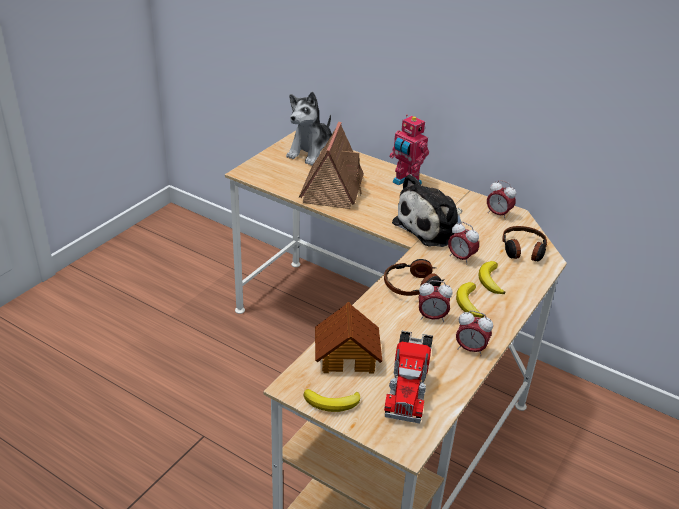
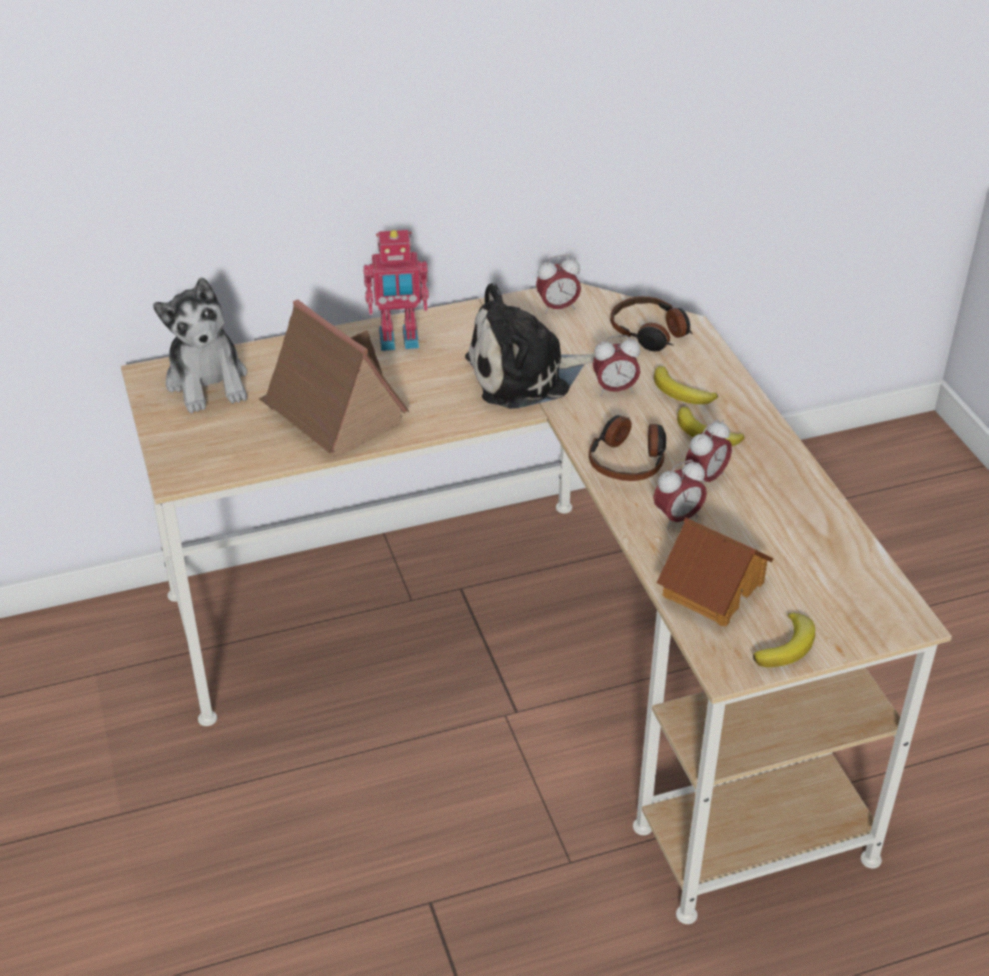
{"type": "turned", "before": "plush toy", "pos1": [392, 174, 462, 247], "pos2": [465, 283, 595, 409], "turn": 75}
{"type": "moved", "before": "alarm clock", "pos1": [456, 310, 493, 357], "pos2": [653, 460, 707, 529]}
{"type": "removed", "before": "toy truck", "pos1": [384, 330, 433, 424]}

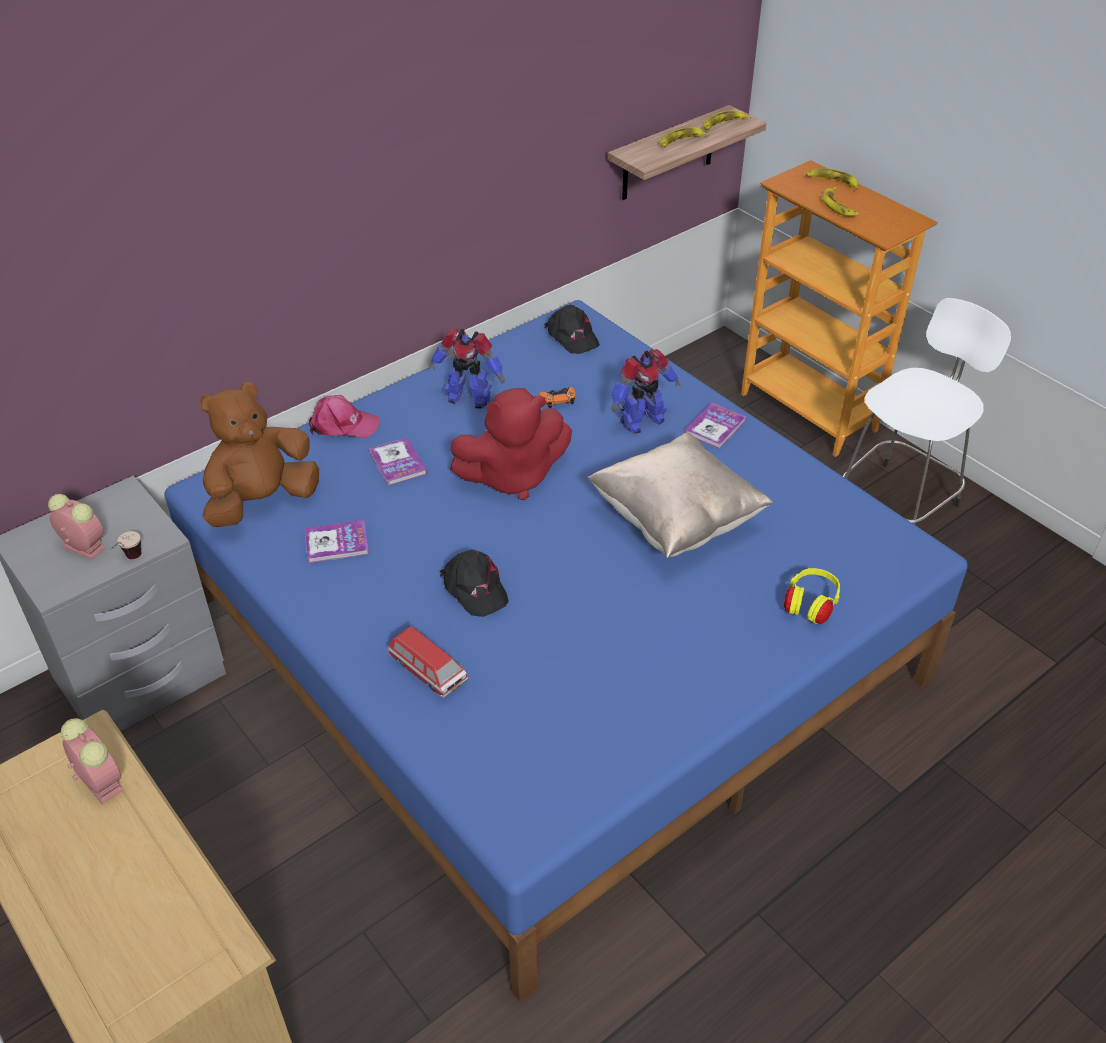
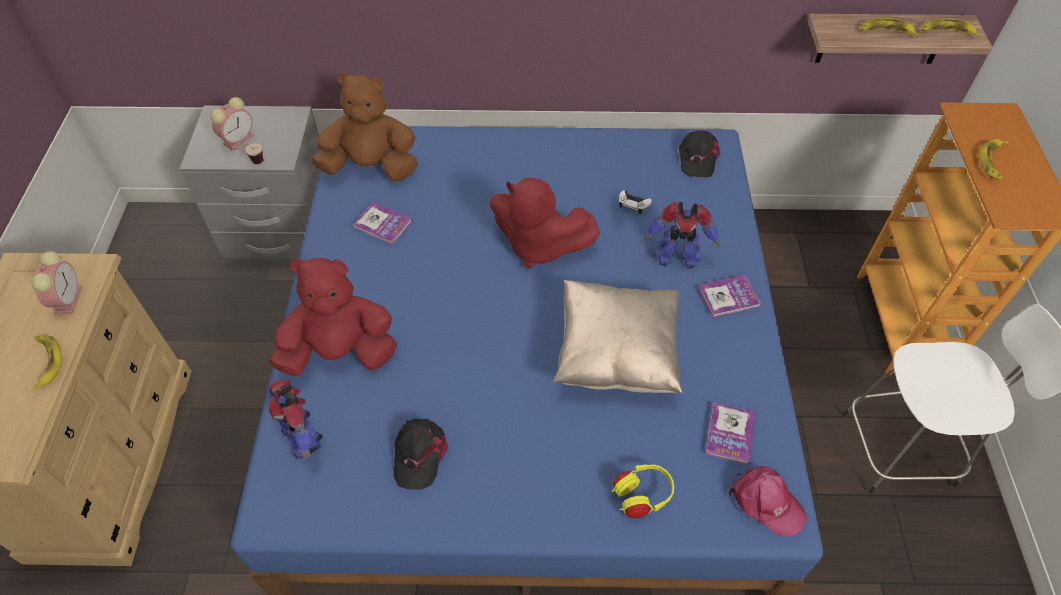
{"type": "moved", "before": "banana", "pos1": [806, 168, 858, 190], "pos2": [32, 335, 62, 390]}
{"type": "turned", "before": "alarm clock", "pos1": [48, 494, 106, 559], "pos2": [211, 97, 254, 149], "turn": 60}
{"type": "replaced", "before": "toy car", "after": "red plush toy", "pos1": [388, 625, 468, 698], "pos2": [269, 258, 397, 376]}
{"type": "moved", "before": "toy robot", "pos1": [428, 328, 505, 409], "pos2": [269, 379, 323, 459]}
{"type": "moved", "before": "black cap", "pos1": [440, 550, 509, 617], "pos2": [394, 419, 448, 490]}
{"type": "recoloured", "before": "orange game controller", "after": "white game controller", "pos1": [539, 387, 576, 408], "pos2": [619, 190, 652, 214]}
{"type": "moved", "before": "book", "pos1": [369, 437, 427, 486], "pos2": [705, 403, 756, 465]}
{"type": "moved", "before": "pink cap", "pos1": [309, 395, 380, 438], "pos2": [729, 466, 808, 536]}

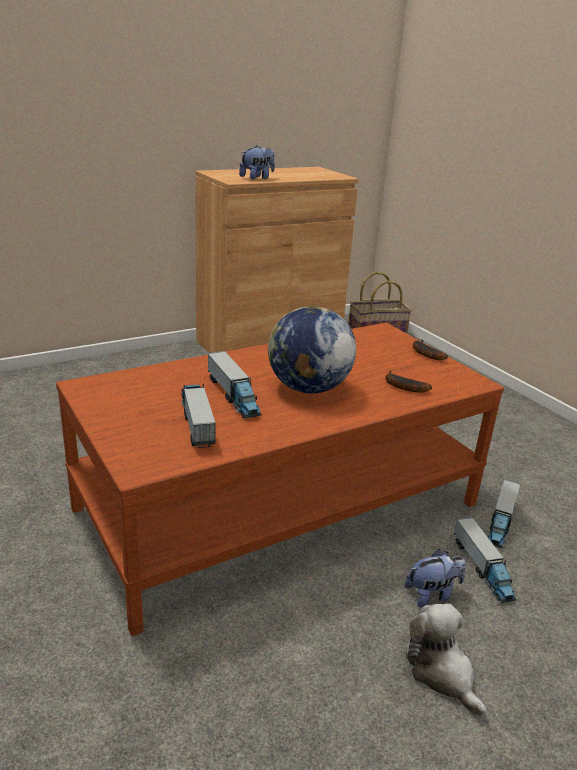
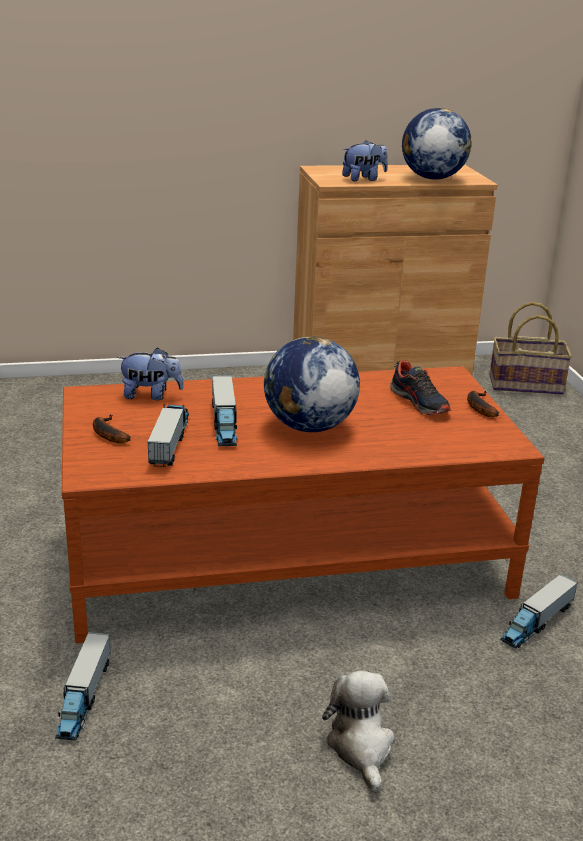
{"type": "moved", "before": "toy truck", "pos1": [454, 517, 516, 603], "pos2": [55, 632, 111, 741]}
{"type": "moved", "before": "banana", "pos1": [385, 370, 432, 393], "pos2": [93, 414, 130, 443]}
{"type": "moved", "before": "plush toy", "pos1": [405, 549, 466, 607], "pos2": [117, 347, 184, 400]}
{"type": "added", "after": "shoe", "pos2": [390, 360, 451, 415]}
{"type": "added", "after": "globe", "pos2": [402, 108, 472, 180]}

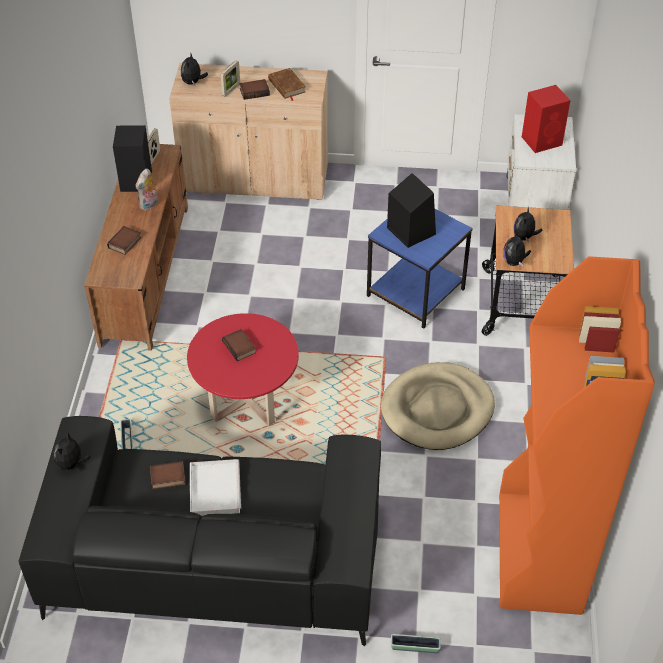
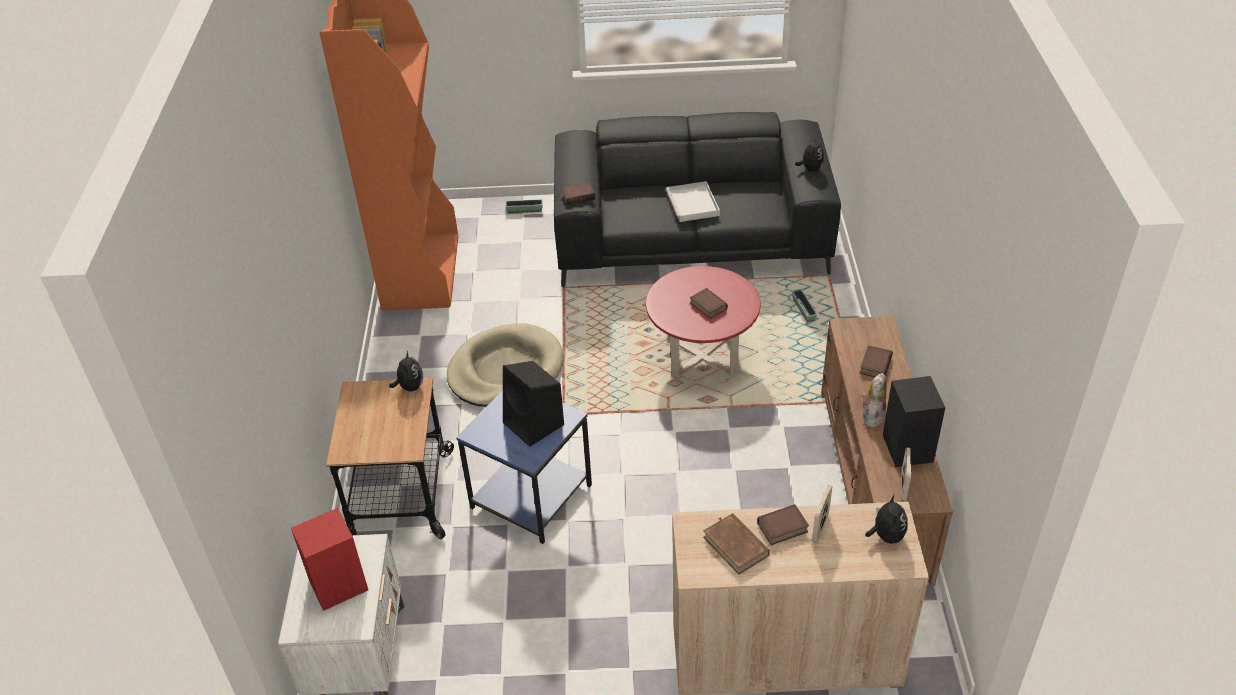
{"type": "moved", "before": "book", "pos1": [150, 461, 186, 489], "pos2": [561, 182, 595, 205]}
{"type": "removed", "before": "plush toy", "pos1": [514, 207, 543, 242]}

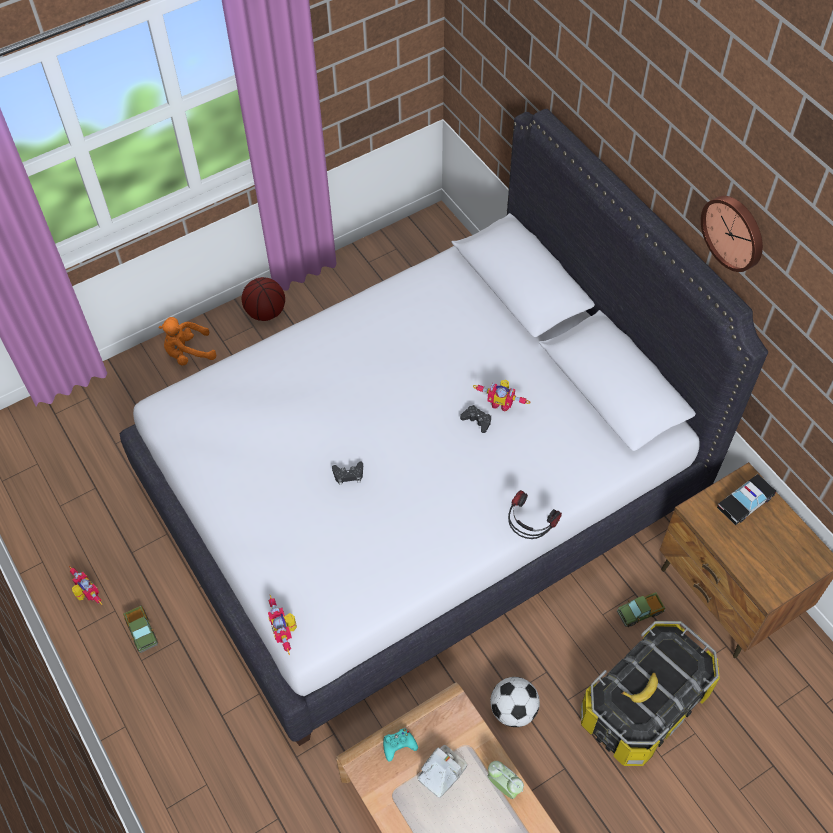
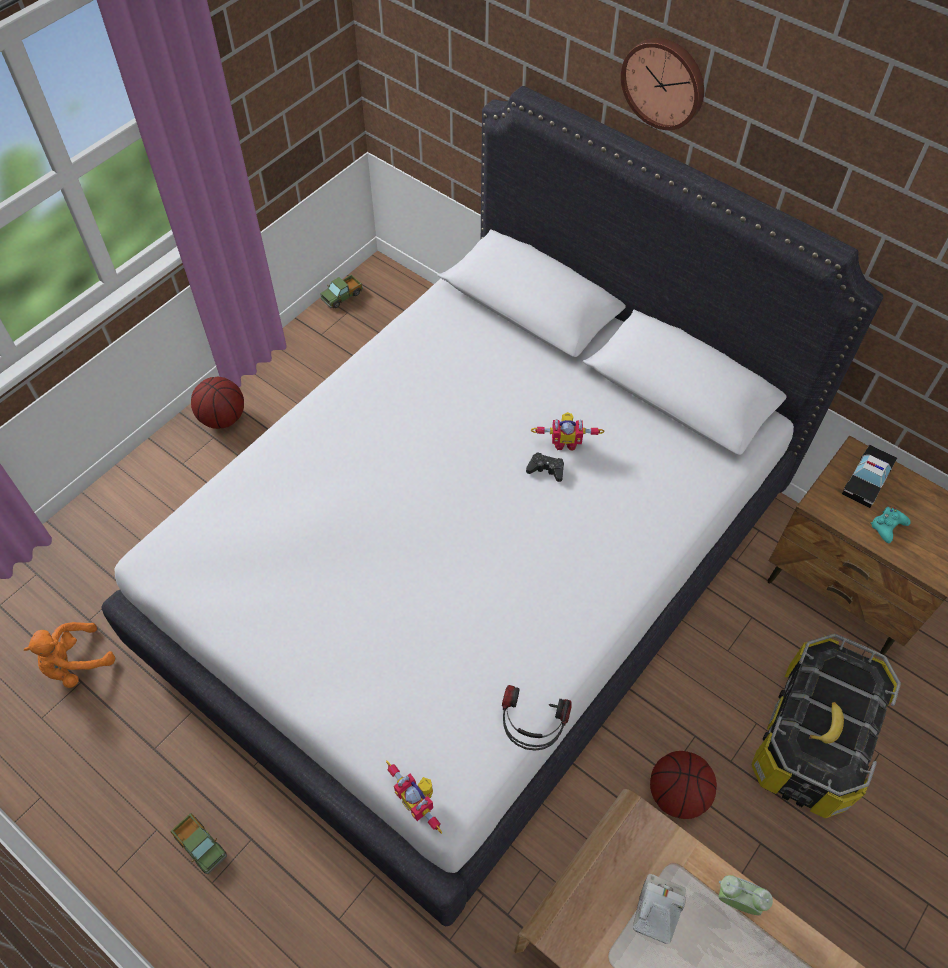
{"type": "moved", "before": "orange plush toy", "pos1": [158, 317, 217, 366], "pos2": [24, 622, 115, 688]}
{"type": "moved", "before": "toy truck", "pos1": [617, 592, 665, 627], "pos2": [320, 274, 363, 308]}
{"type": "moved", "before": "headphones", "pos1": [508, 490, 562, 539], "pos2": [502, 685, 572, 751]}
{"type": "moved", "before": "wall clock", "pos1": [701, 196, 763, 272], "pos2": [621, 38, 704, 130]}
{"type": "replaced", "before": "football", "after": "basketball", "pos1": [490, 677, 540, 727], "pos2": [650, 751, 717, 819]}
{"type": "moved", "before": "turquoise game controller", "pos1": [383, 728, 418, 762], "pos2": [870, 507, 911, 543]}
{"type": "removed", "before": "toy robot", "pos1": [69, 566, 102, 605]}
{"type": "removed", "before": "black game controller", "pos1": [332, 462, 363, 485]}

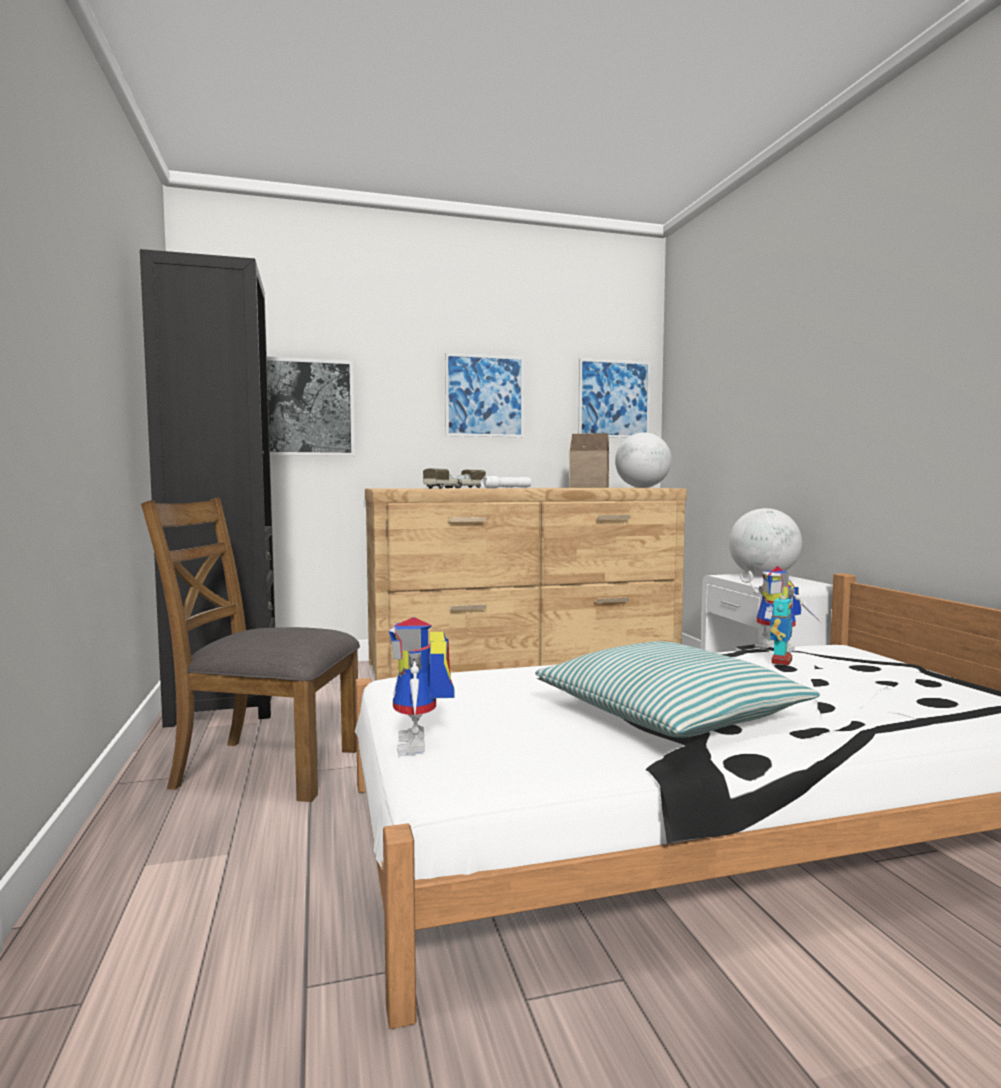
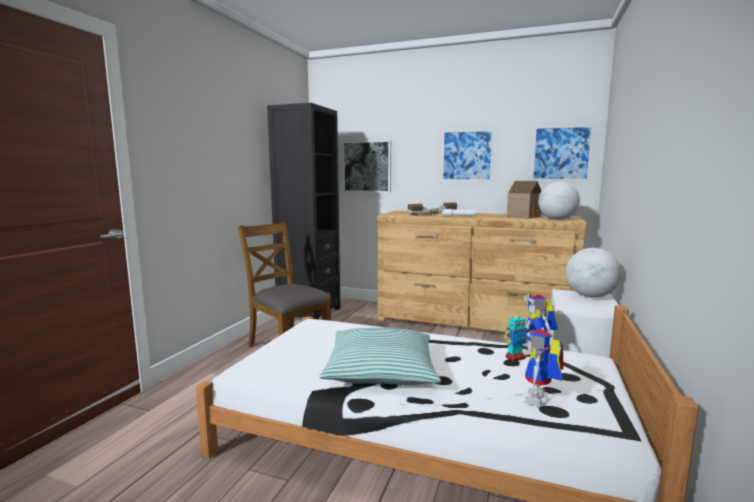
{"type": "moved", "before": "toy robot", "pos1": [389, 618, 454, 754], "pos2": [525, 327, 564, 406]}

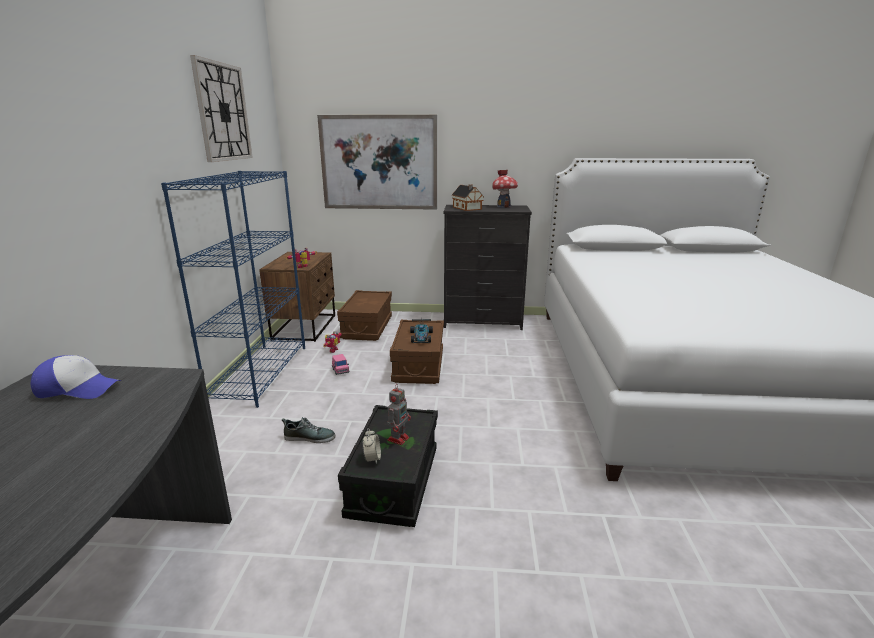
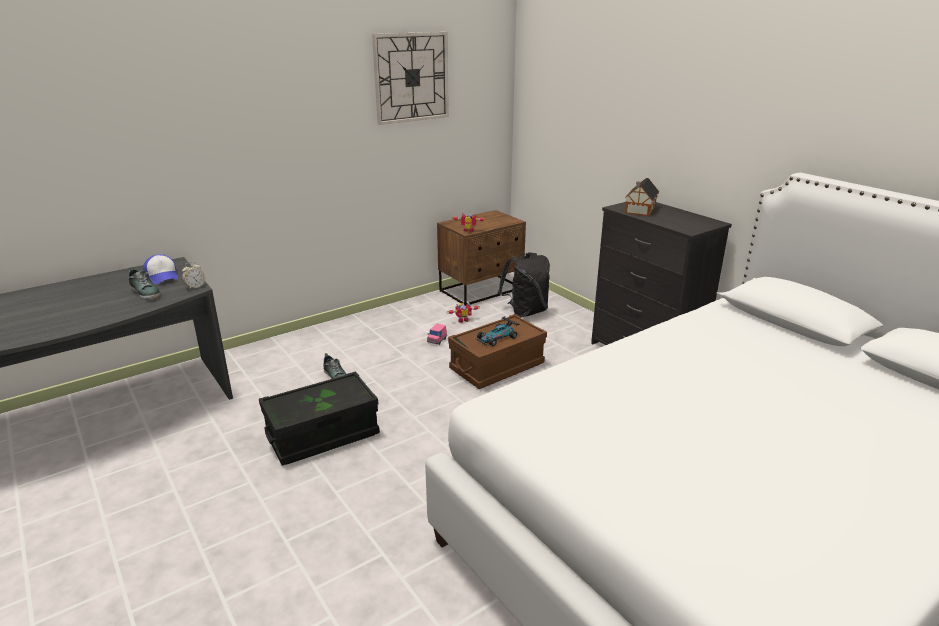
{"type": "added", "after": "shoe", "pos2": [128, 267, 160, 300]}
{"type": "moved", "before": "alarm clock", "pos1": [363, 429, 381, 464], "pos2": [182, 262, 205, 289]}
{"type": "replaced", "before": "brown storage box", "after": "black backpack", "pos1": [337, 290, 392, 341], "pos2": [498, 252, 550, 318]}
{"type": "removed", "before": "blue bookcase", "pos1": [161, 171, 305, 408]}
{"type": "removed", "before": "picture", "pos1": [317, 115, 437, 210]}
{"type": "removed", "before": "toy robot", "pos1": [387, 384, 411, 445]}
{"type": "removed", "before": "toy house", "pos1": [492, 170, 518, 208]}

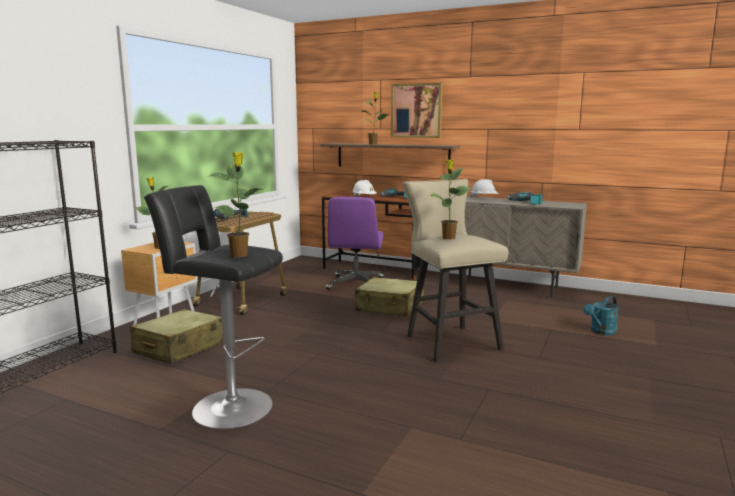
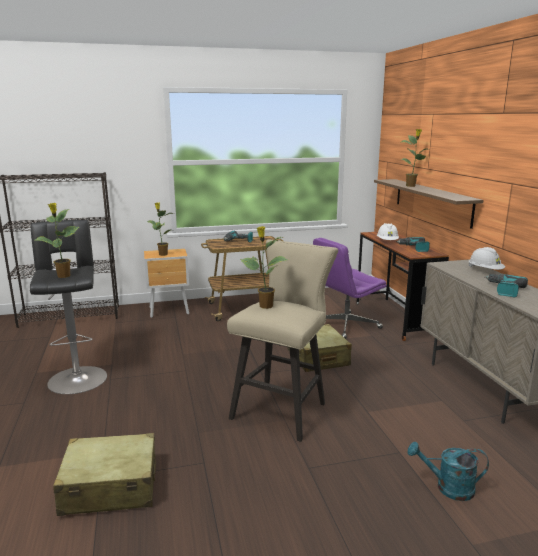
{"type": "moved", "before": "beige suitcase", "pos1": [130, 309, 223, 364], "pos2": [53, 433, 156, 516]}
{"type": "removed", "before": "picture", "pos1": [391, 83, 442, 138]}

